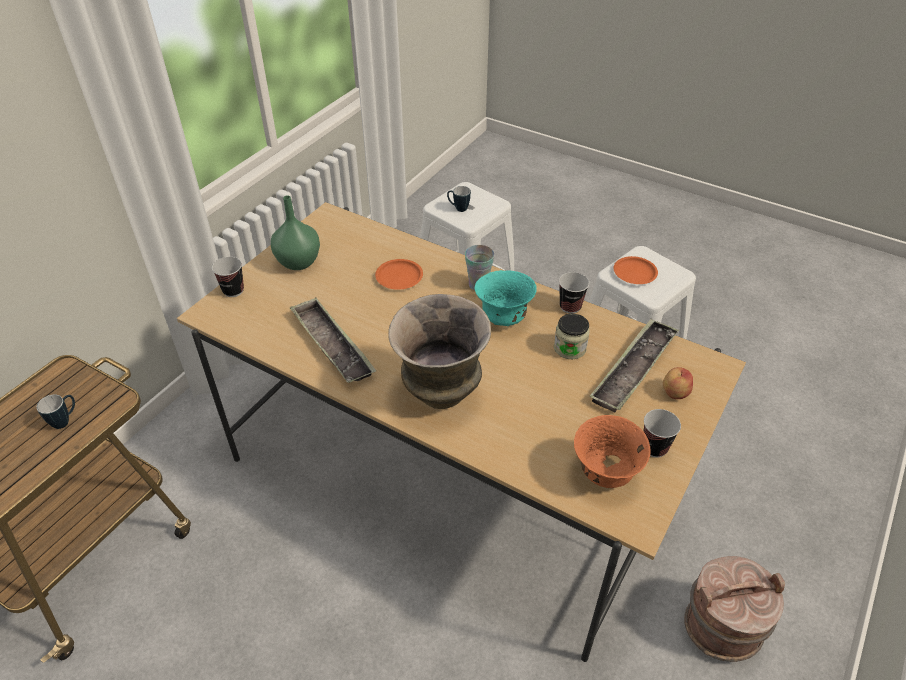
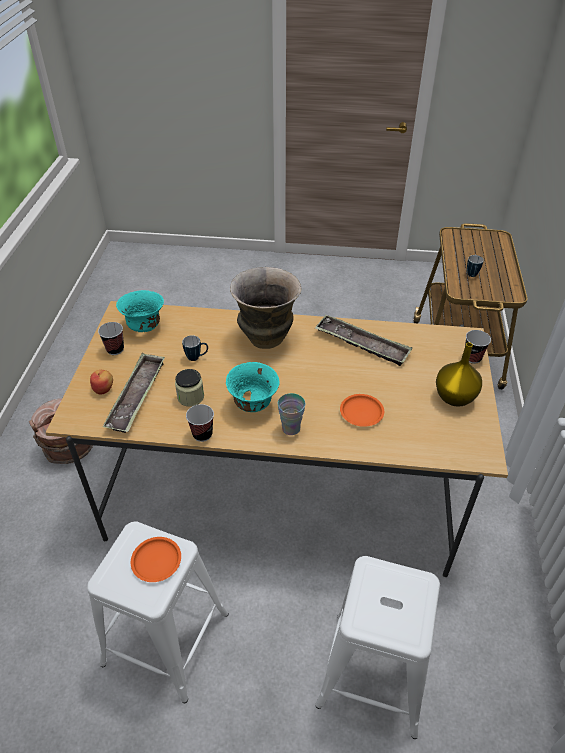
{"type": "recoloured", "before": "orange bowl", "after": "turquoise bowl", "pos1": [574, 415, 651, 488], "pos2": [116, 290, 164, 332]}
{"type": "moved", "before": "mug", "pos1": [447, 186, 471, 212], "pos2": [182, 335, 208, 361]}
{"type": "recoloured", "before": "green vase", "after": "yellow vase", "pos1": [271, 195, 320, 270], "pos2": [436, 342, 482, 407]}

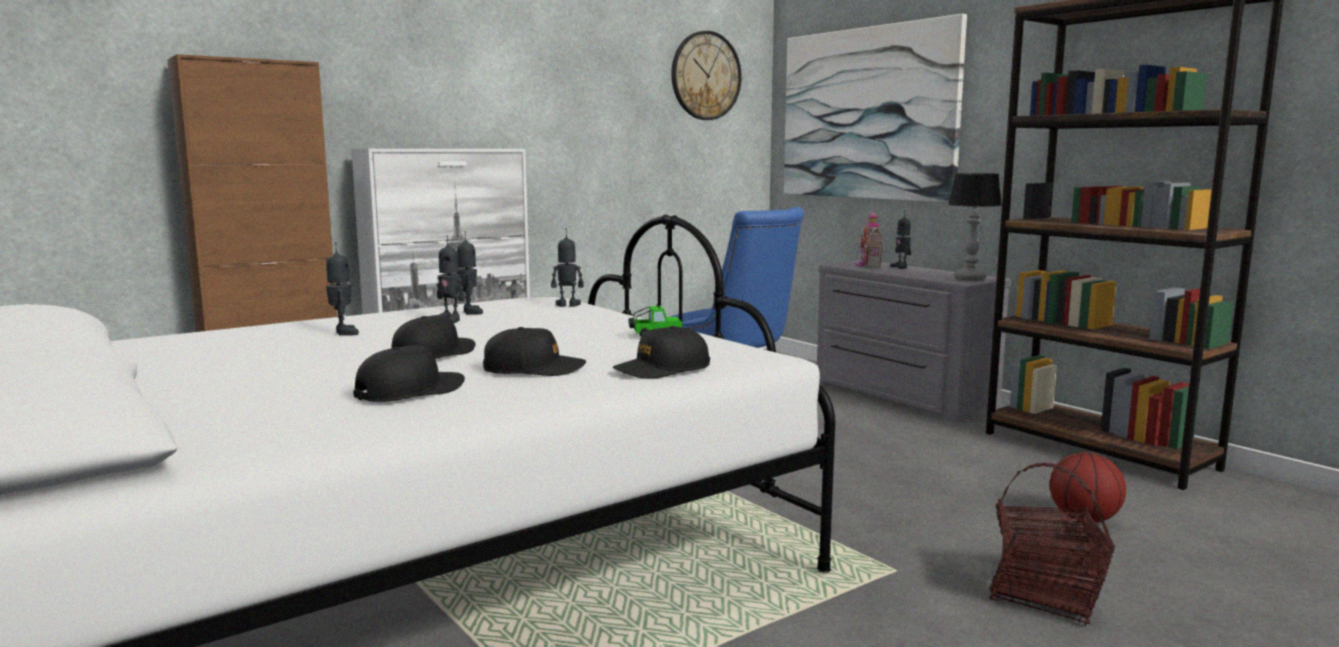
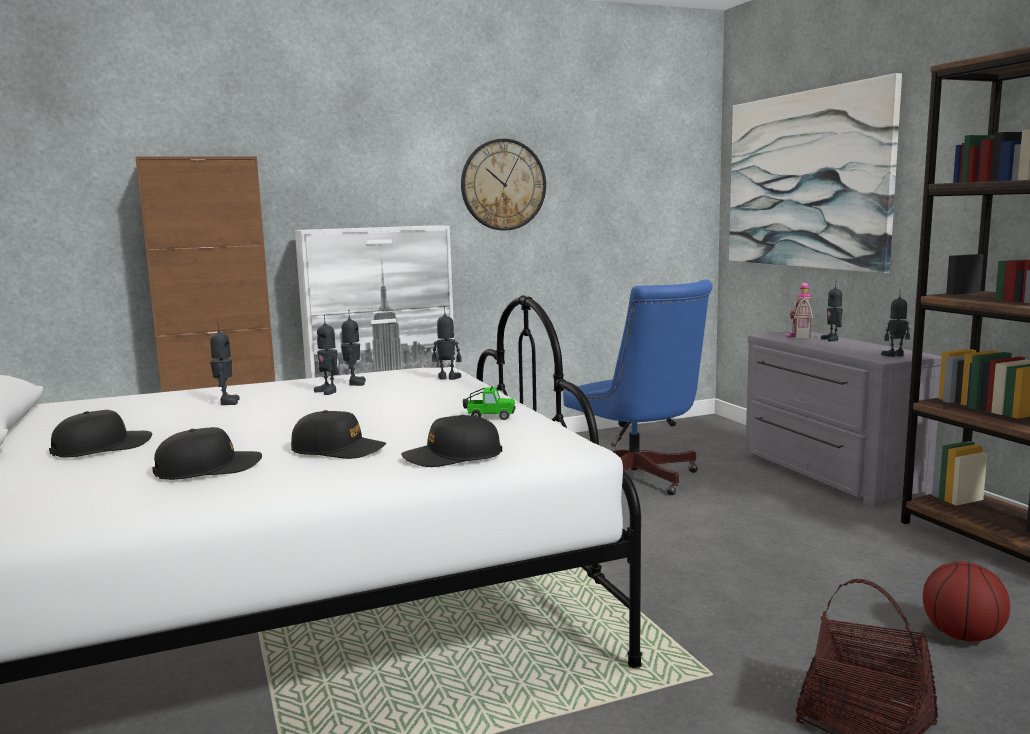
{"type": "moved", "before": "black cap", "pos1": [391, 315, 475, 359], "pos2": [49, 410, 152, 457]}
{"type": "moved", "before": "wall clock", "pos1": [671, 31, 742, 120], "pos2": [461, 139, 546, 231]}
{"type": "replaced", "before": "table lamp", "after": "toy robot", "pos1": [948, 173, 1002, 281], "pos2": [881, 290, 910, 357]}

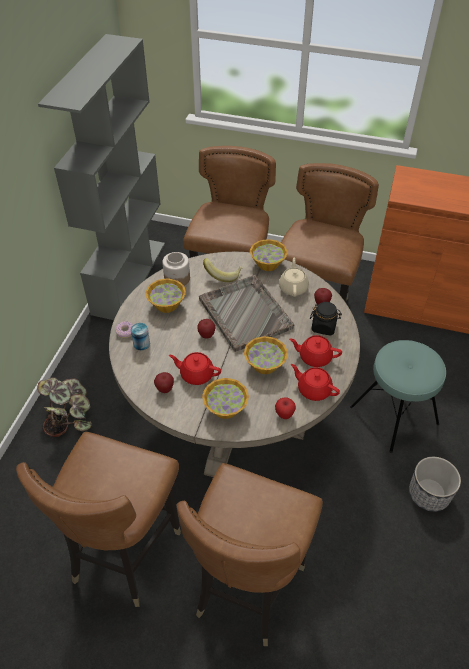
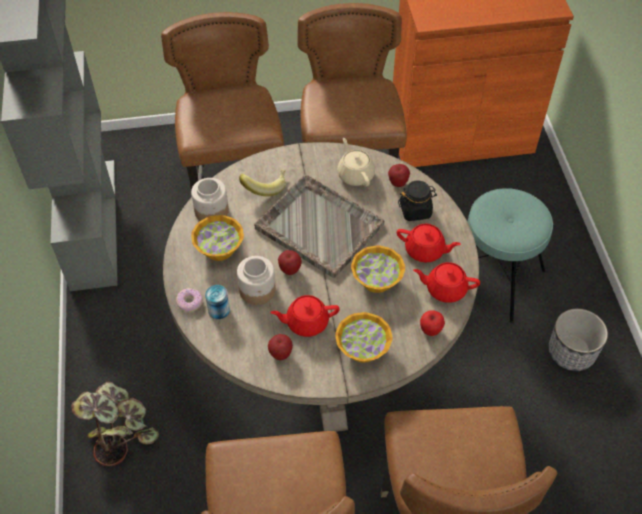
{"type": "added", "after": "jar", "pos2": [237, 256, 276, 305]}
{"type": "turned", "before": "red teapot", "pos1": [289, 335, 342, 367], "pos2": [397, 224, 461, 262], "turn": -150}
{"type": "removed", "before": "bowl", "pos1": [250, 239, 288, 271]}

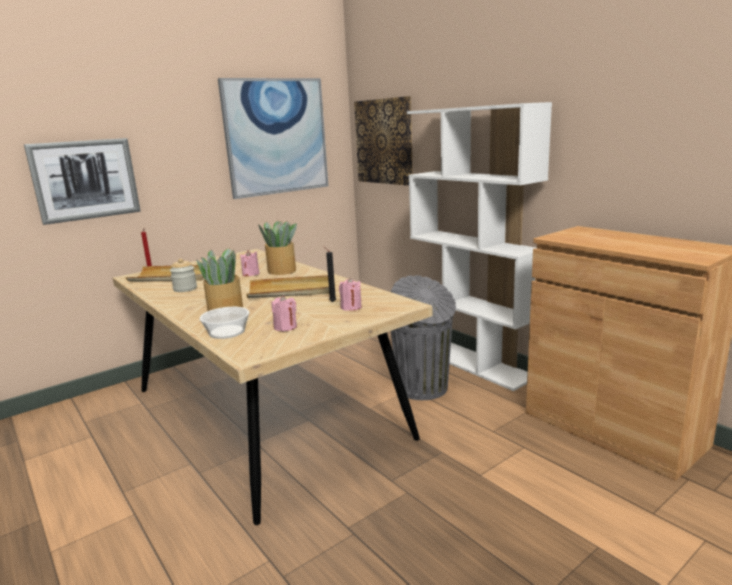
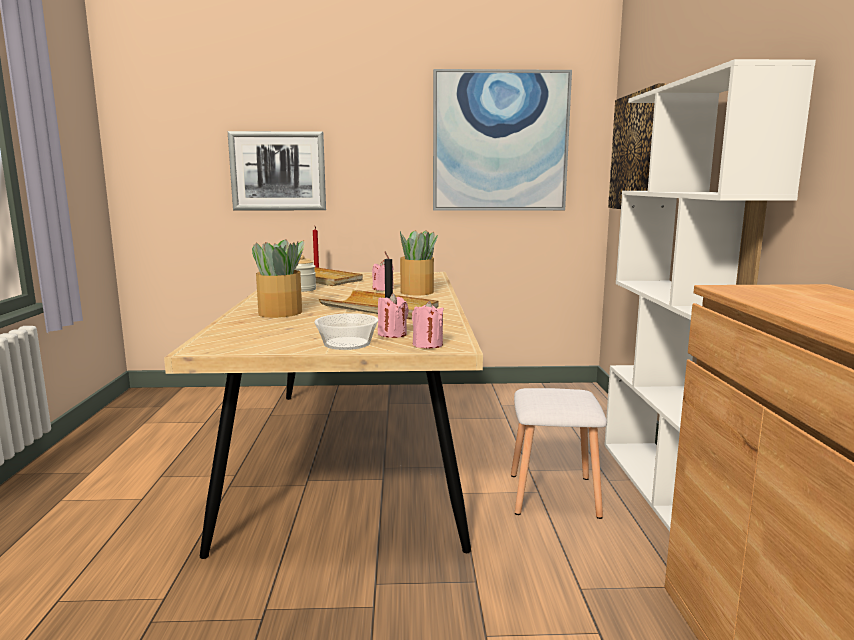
{"type": "moved", "before": "bowl", "pos1": [199, 307, 249, 339], "pos2": [314, 313, 378, 350]}
{"type": "moved", "before": "pink candle", "pos1": [271, 295, 297, 332], "pos2": [412, 301, 444, 348]}
{"type": "replaced", "before": "grey trash can", "after": "white stool", "pos1": [391, 275, 456, 400], "pos2": [511, 388, 607, 519]}

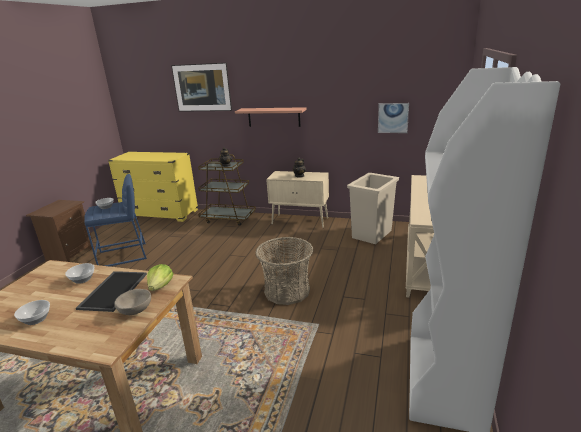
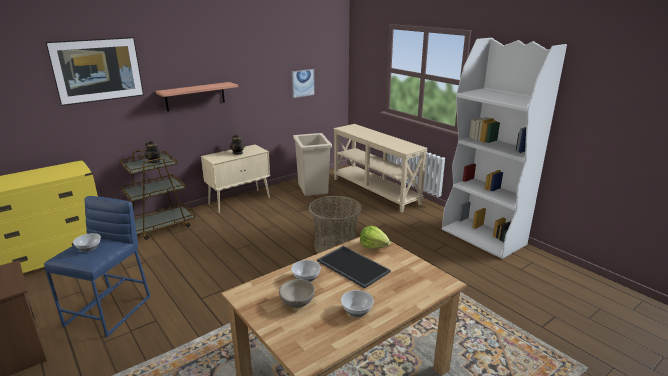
{"type": "moved", "before": "beige bowl", "pos1": [114, 289, 151, 315], "pos2": [279, 279, 315, 308]}

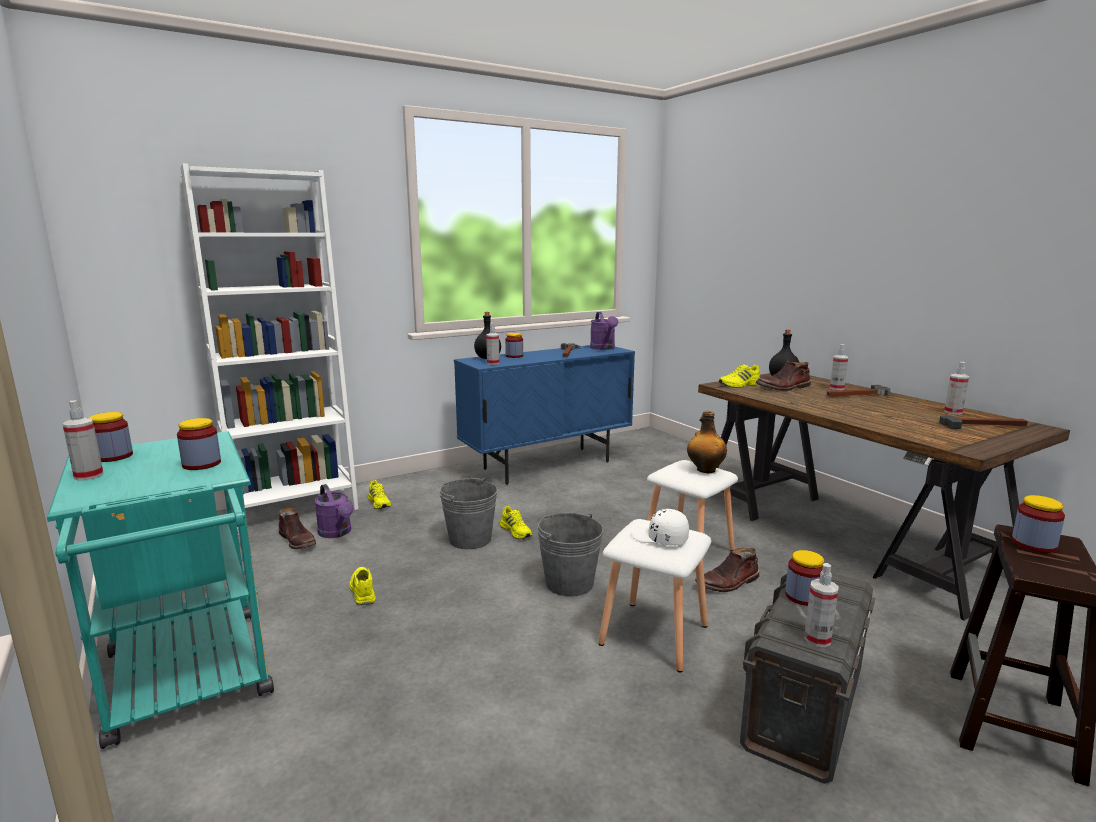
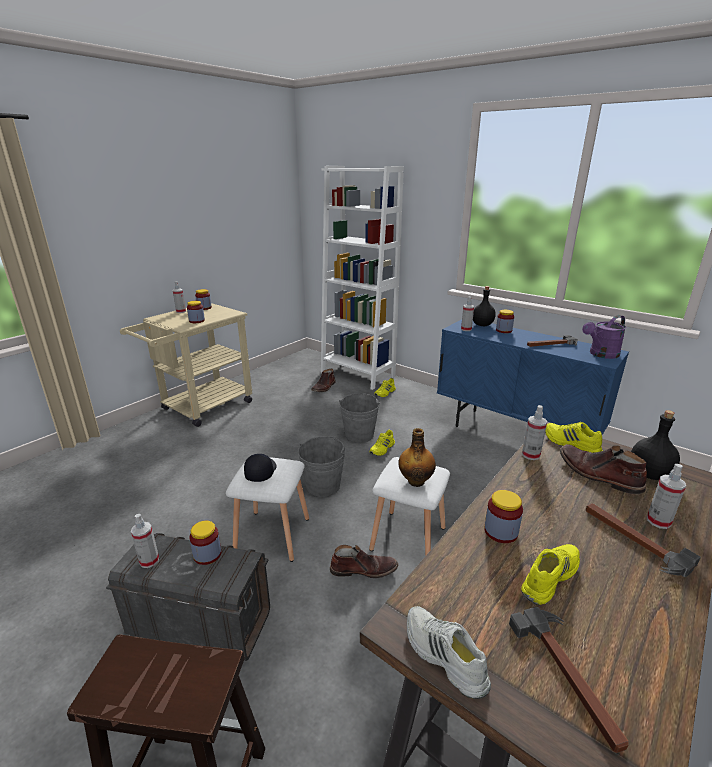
{"type": "recoloured", "before": "turquoise cart", "after": "beige cart", "pos1": [47, 431, 274, 749], "pos2": [120, 303, 252, 427]}
{"type": "recoloured", "before": "white cap", "after": "black cap", "pos1": [631, 509, 689, 545], "pos2": [244, 454, 276, 482]}
{"type": "turned", "before": "brown boot", "pos1": [695, 548, 759, 592], "pos2": [330, 545, 398, 578], "turn": 135}
{"type": "added", "after": "white shoe", "pos2": [407, 606, 491, 699]}
{"type": "moved", "before": "jar", "pos1": [1012, 495, 1065, 553], "pos2": [484, 490, 523, 543]}
{"type": "moved", "before": "yellow shoe", "pos1": [349, 567, 376, 605], "pos2": [521, 544, 580, 605]}
{"type": "moved", "before": "spray bottle", "pos1": [944, 362, 969, 415], "pos2": [522, 405, 547, 460]}
{"type": "removed", "before": "purple watering can", "pos1": [315, 484, 354, 538]}

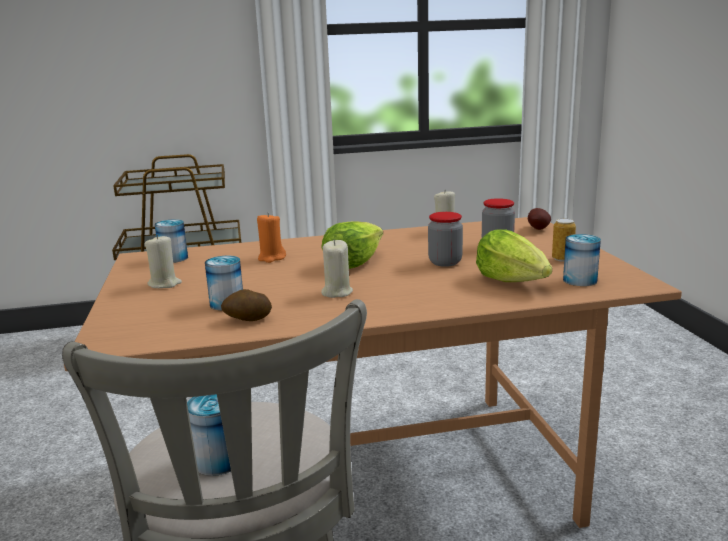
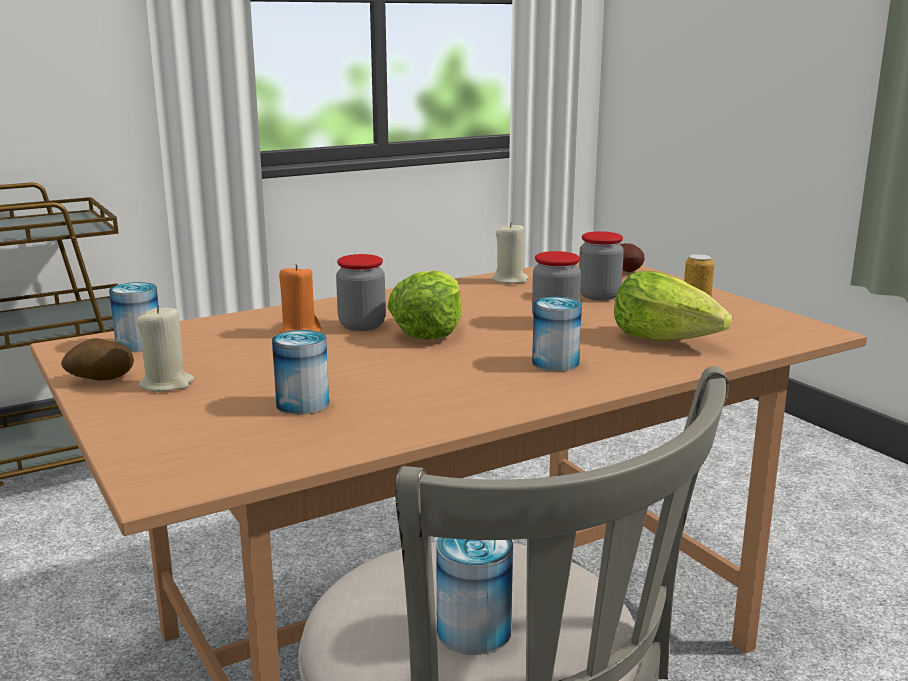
{"type": "moved", "before": "potato", "pos1": [221, 289, 272, 321], "pos2": [61, 338, 134, 381]}
{"type": "added", "after": "jar", "pos2": [336, 254, 386, 331]}
{"type": "moved", "before": "can", "pos1": [563, 234, 601, 286], "pos2": [532, 297, 582, 371]}
{"type": "removed", "before": "beige candle", "pos1": [321, 240, 353, 298]}

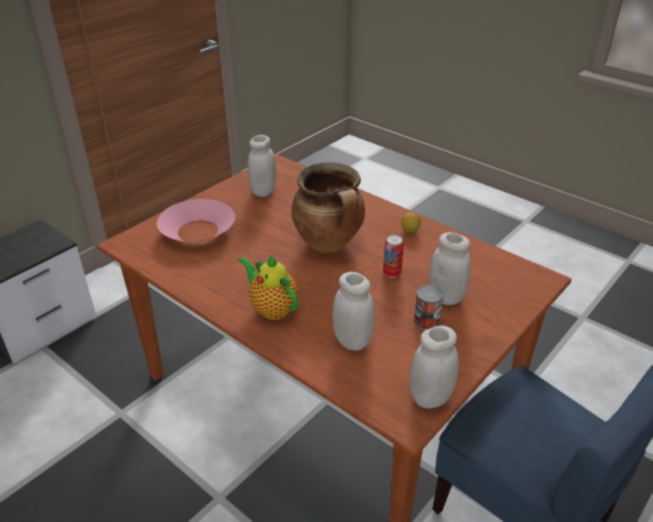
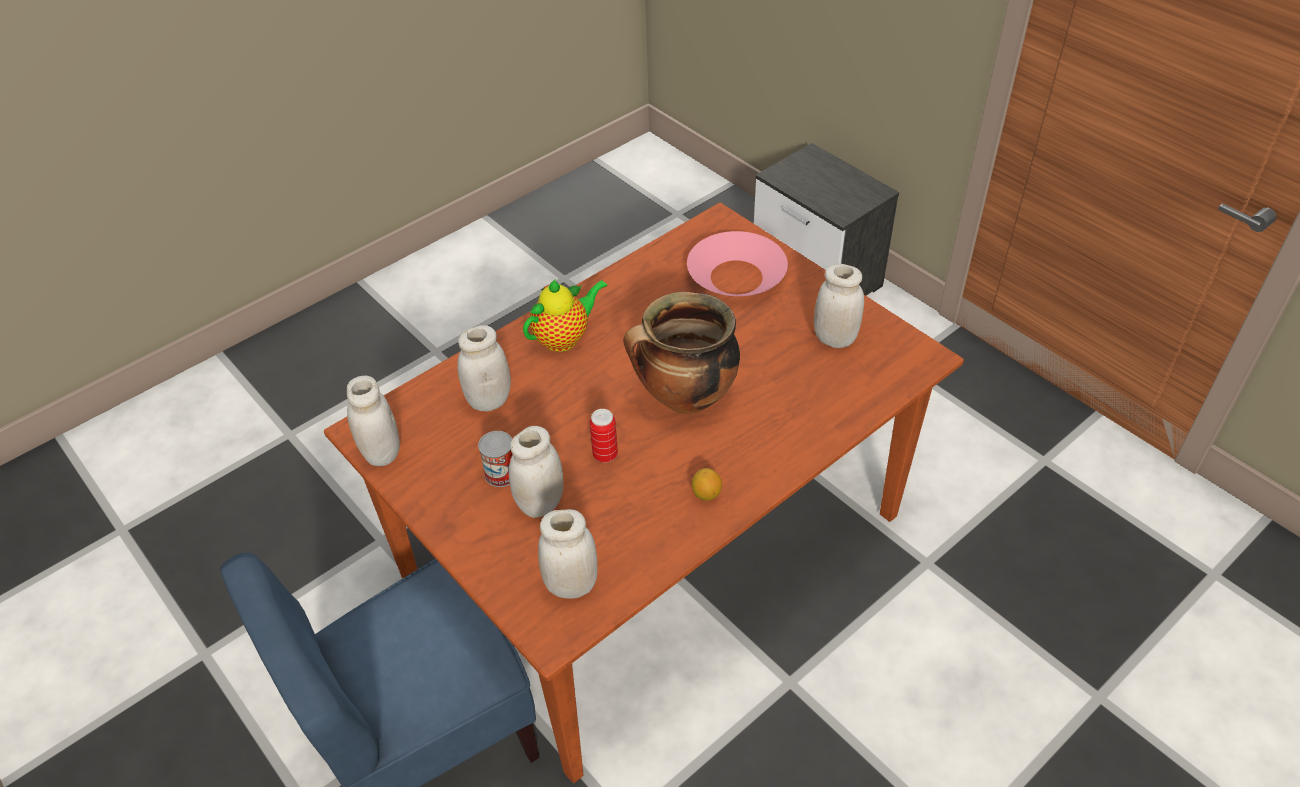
{"type": "added", "after": "white jar", "pos2": [538, 509, 598, 599]}

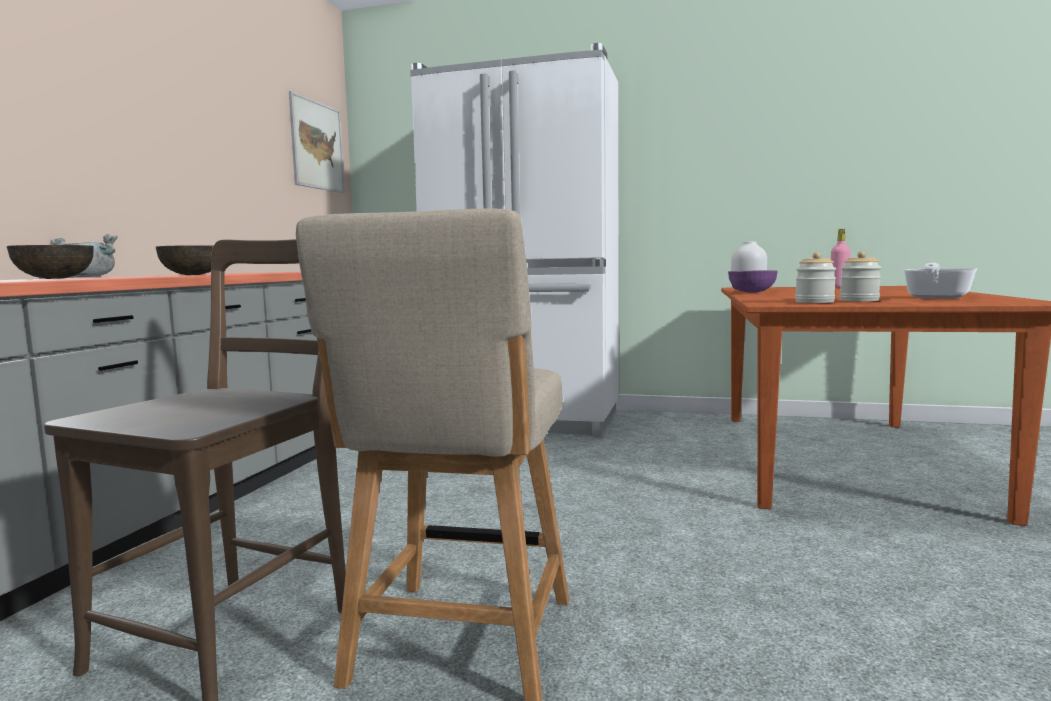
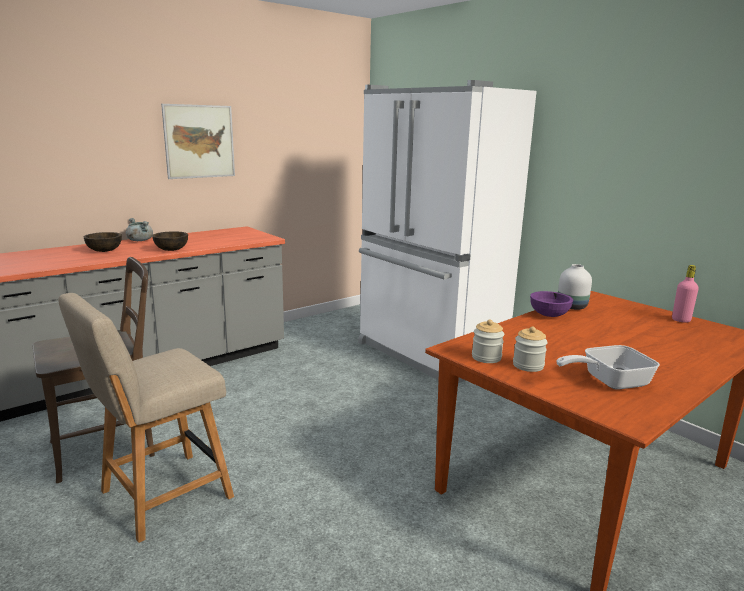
{"type": "moved", "before": "picture", "pos1": [289, 91, 345, 193], "pos2": [161, 104, 235, 179]}

